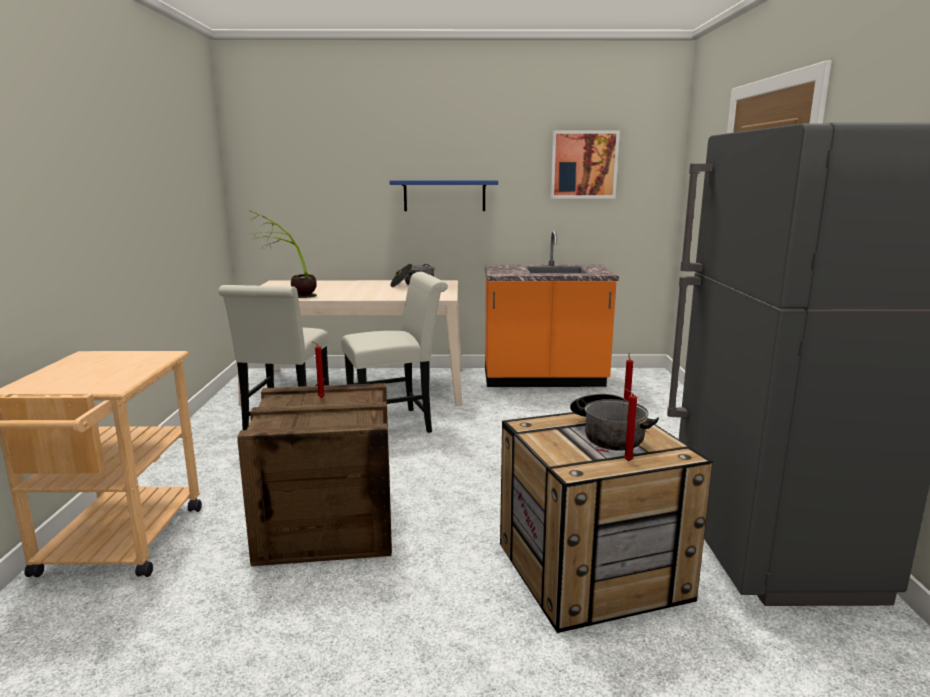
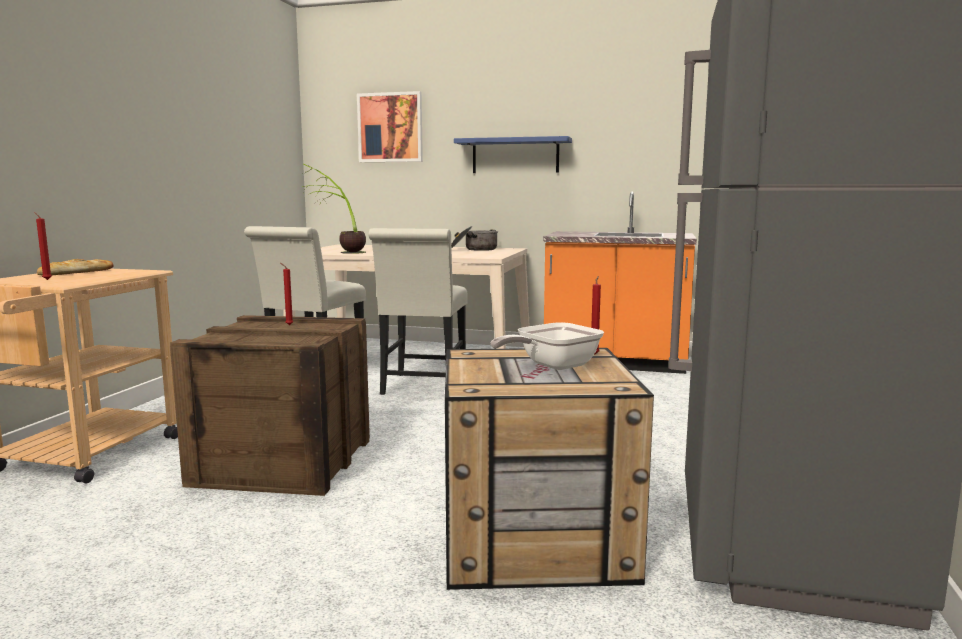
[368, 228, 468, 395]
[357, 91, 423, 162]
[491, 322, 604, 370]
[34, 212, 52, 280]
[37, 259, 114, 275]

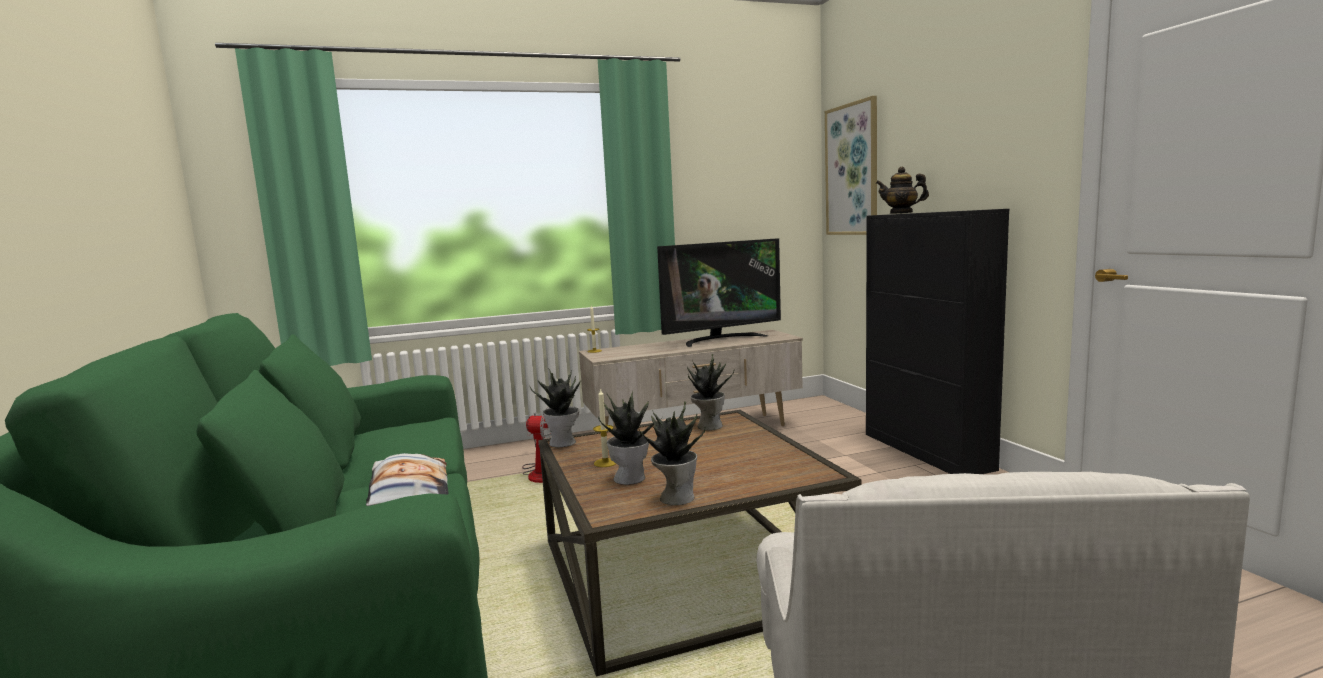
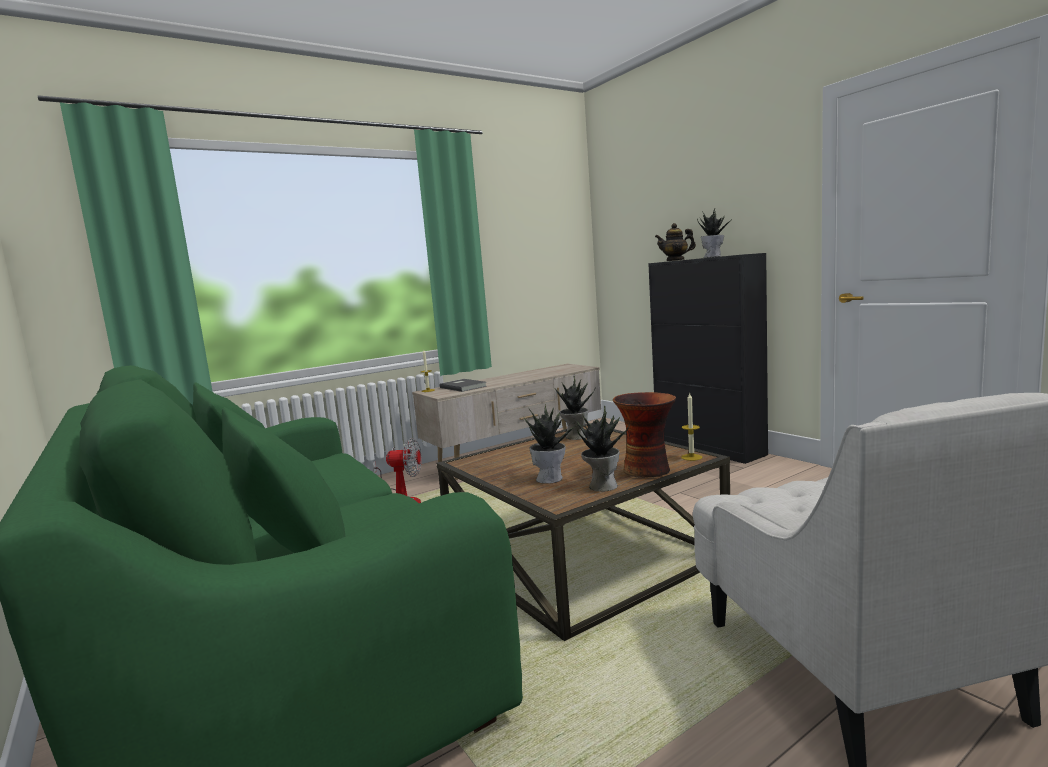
[366, 453, 448, 506] (first image)
[697, 208, 730, 258]
[681, 393, 702, 461]
[657, 238, 781, 347] (first image)
[825, 96, 877, 235] (first image)
[439, 379, 487, 392]
[613, 392, 676, 478]

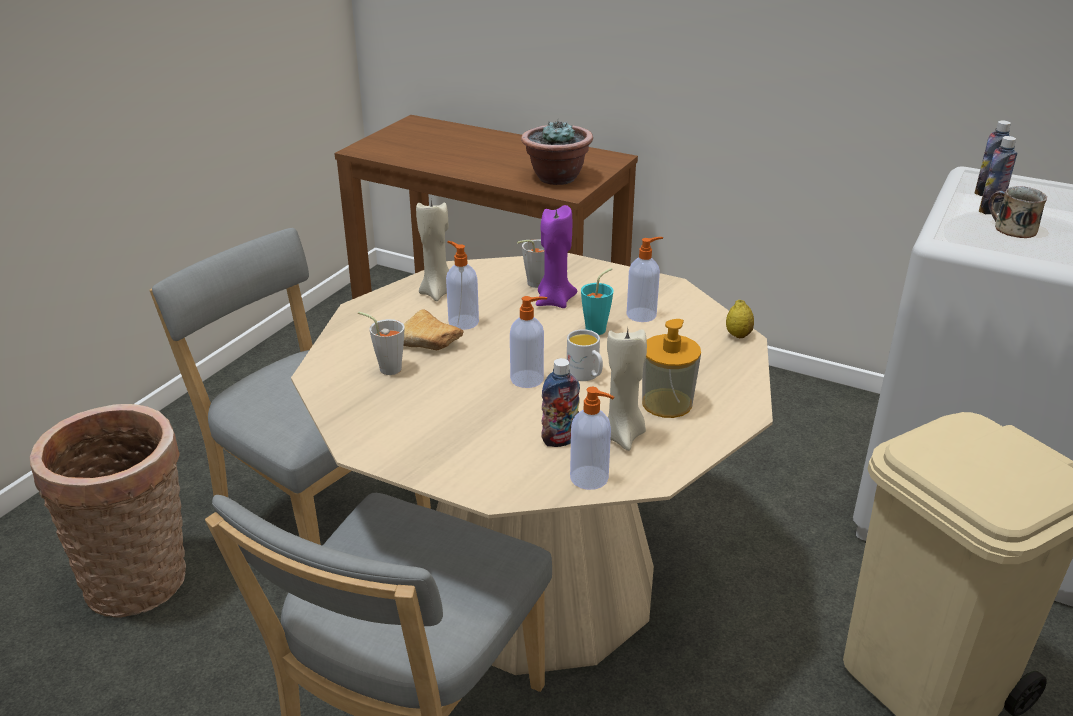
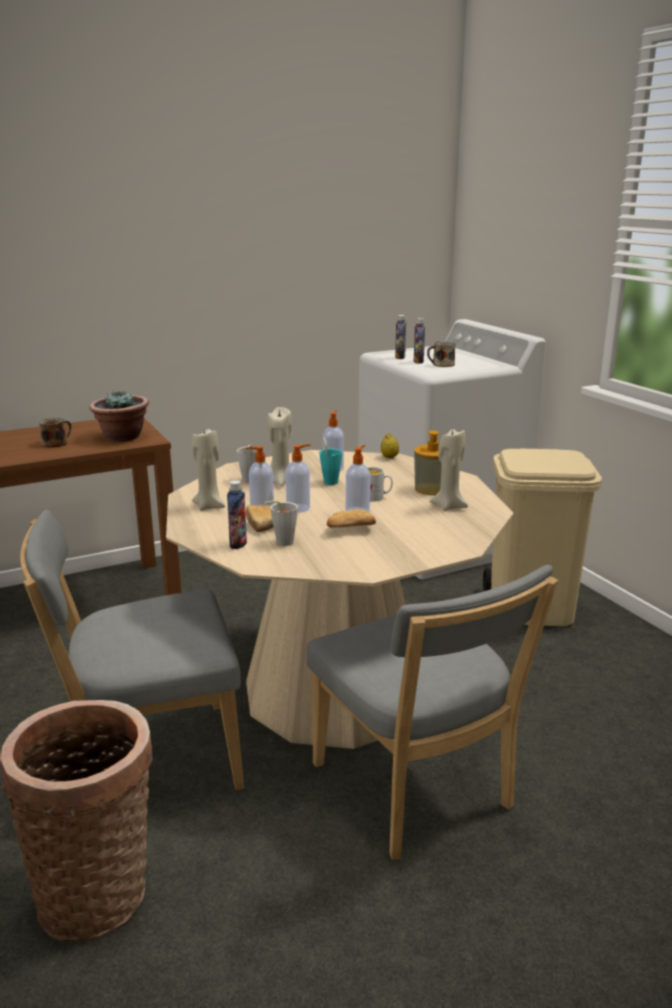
[268, 407, 291, 486]
[227, 480, 247, 549]
[285, 444, 311, 513]
[39, 418, 71, 448]
[327, 509, 376, 527]

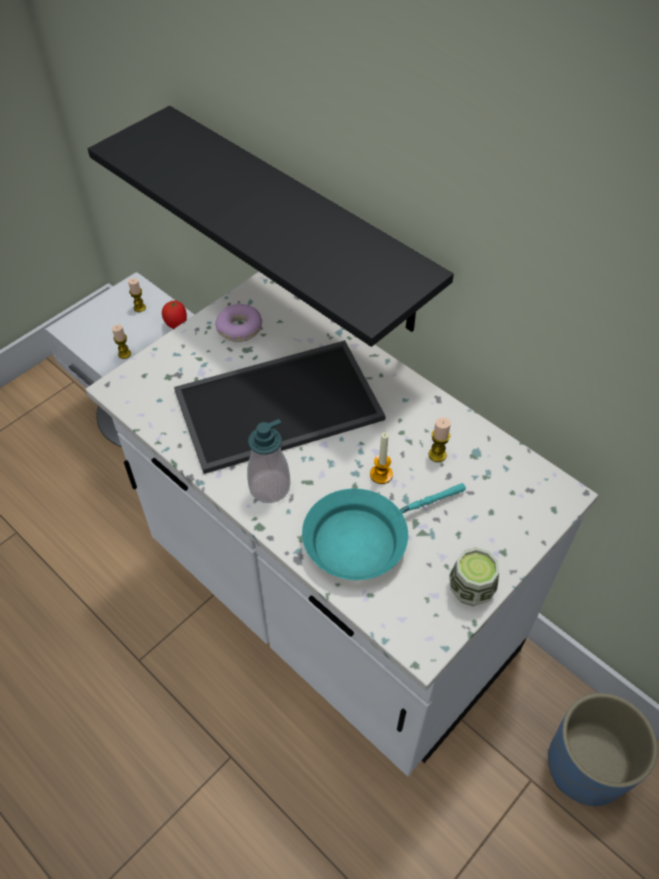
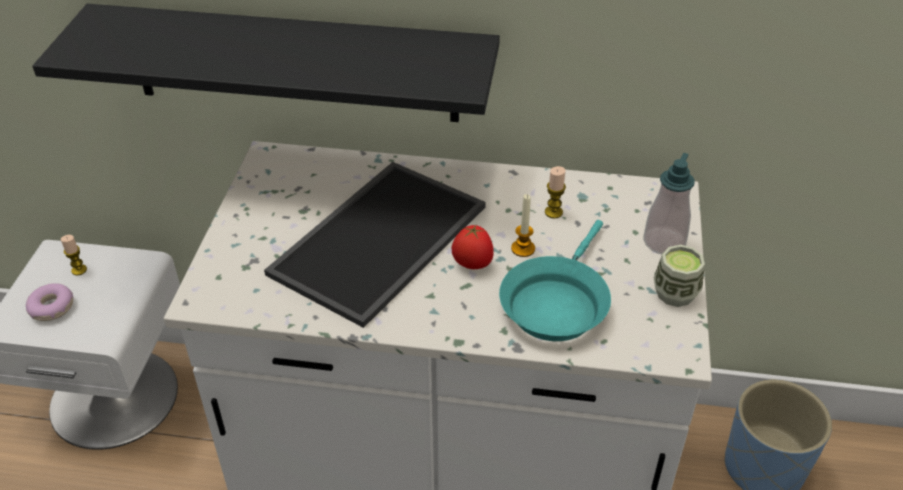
[112, 324, 131, 359] (first image)
[452, 225, 494, 269]
[26, 283, 74, 321]
[643, 153, 695, 254]

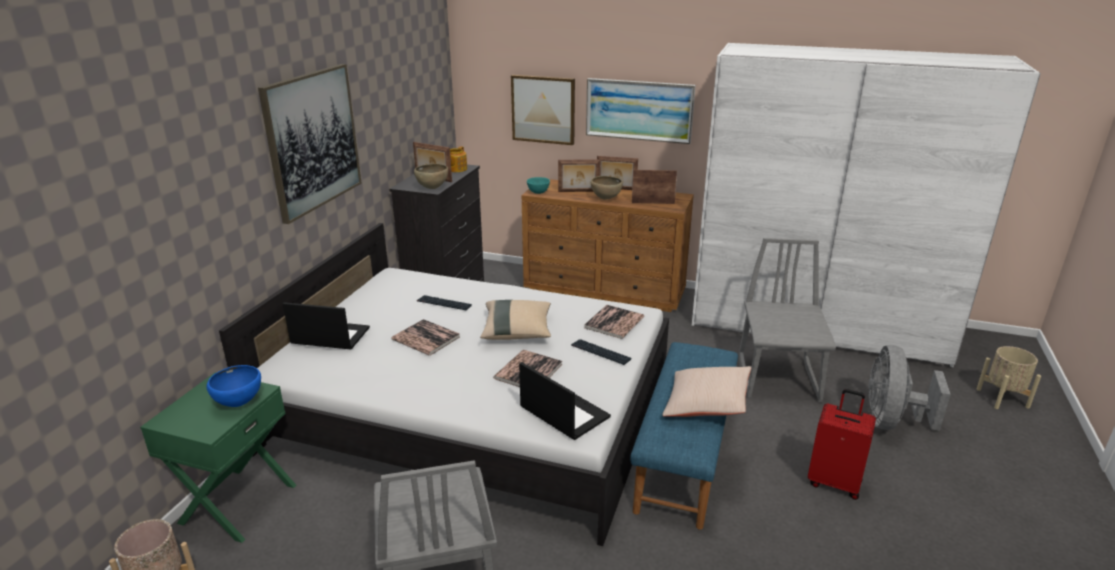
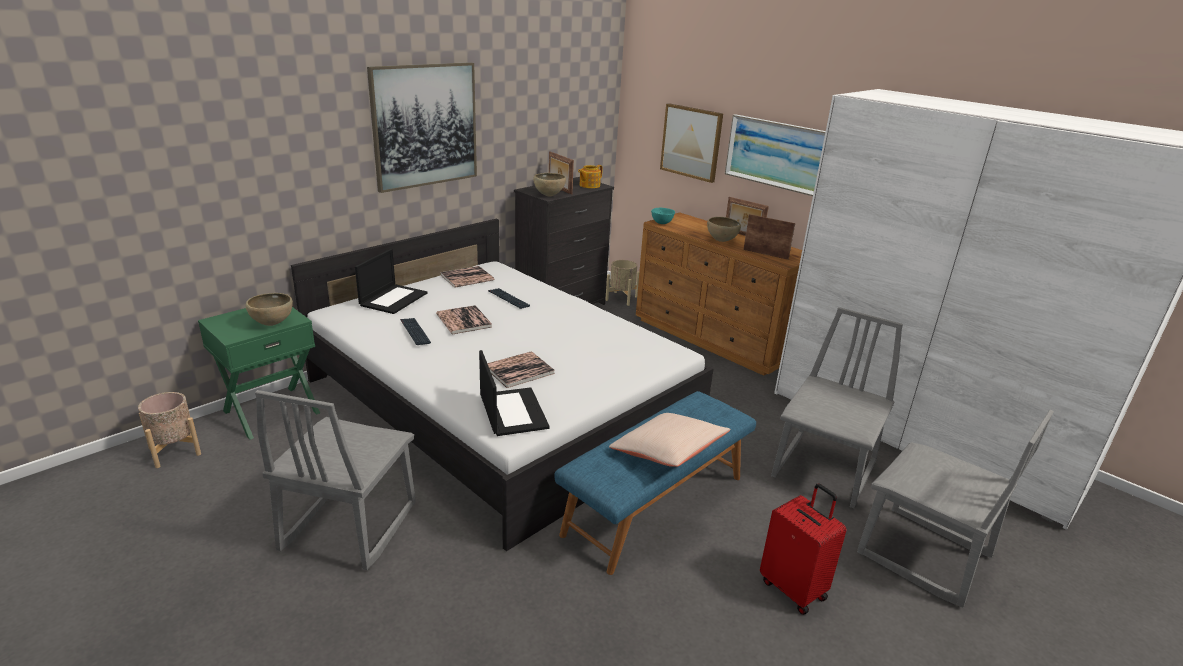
[246, 293, 293, 326]
[355, 249, 427, 314]
[480, 300, 551, 340] (first image)
[558, 159, 600, 192] (first image)
[400, 318, 431, 345]
[440, 266, 494, 288]
[857, 410, 1054, 608]
[605, 260, 639, 306]

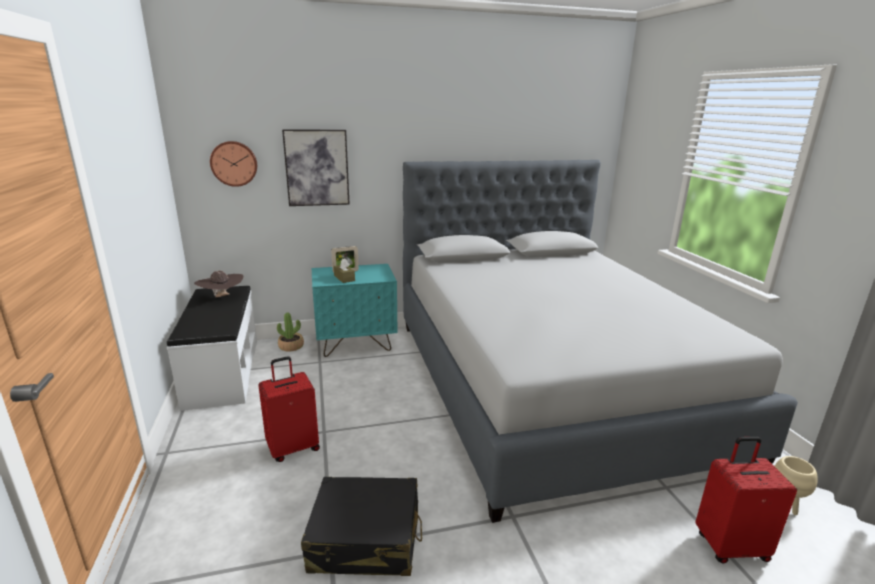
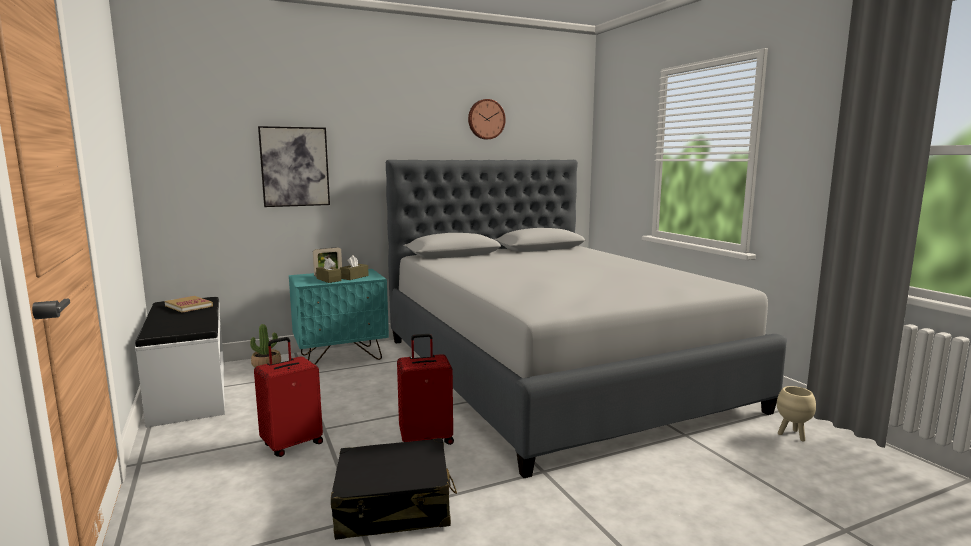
[165, 296, 213, 313]
[468, 99, 506, 139]
[397, 334, 454, 445]
[340, 255, 369, 280]

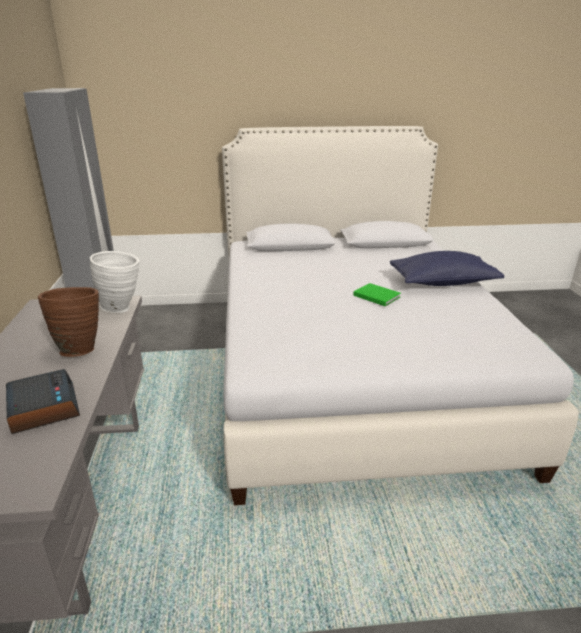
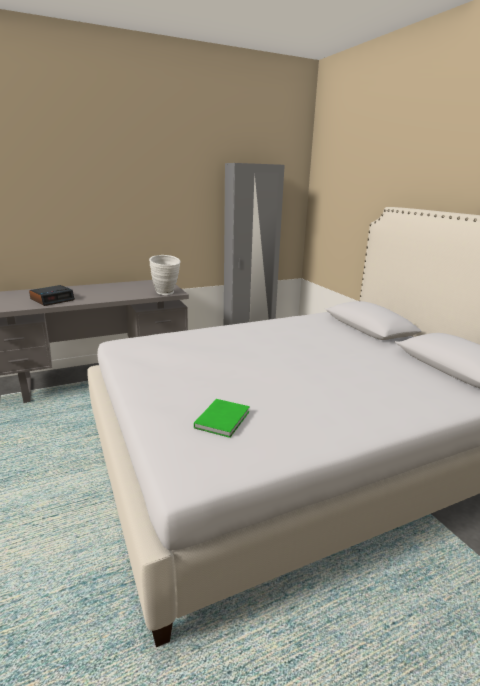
[38, 287, 99, 357] (first image)
[194, 399, 250, 438]
[390, 251, 504, 286] (first image)

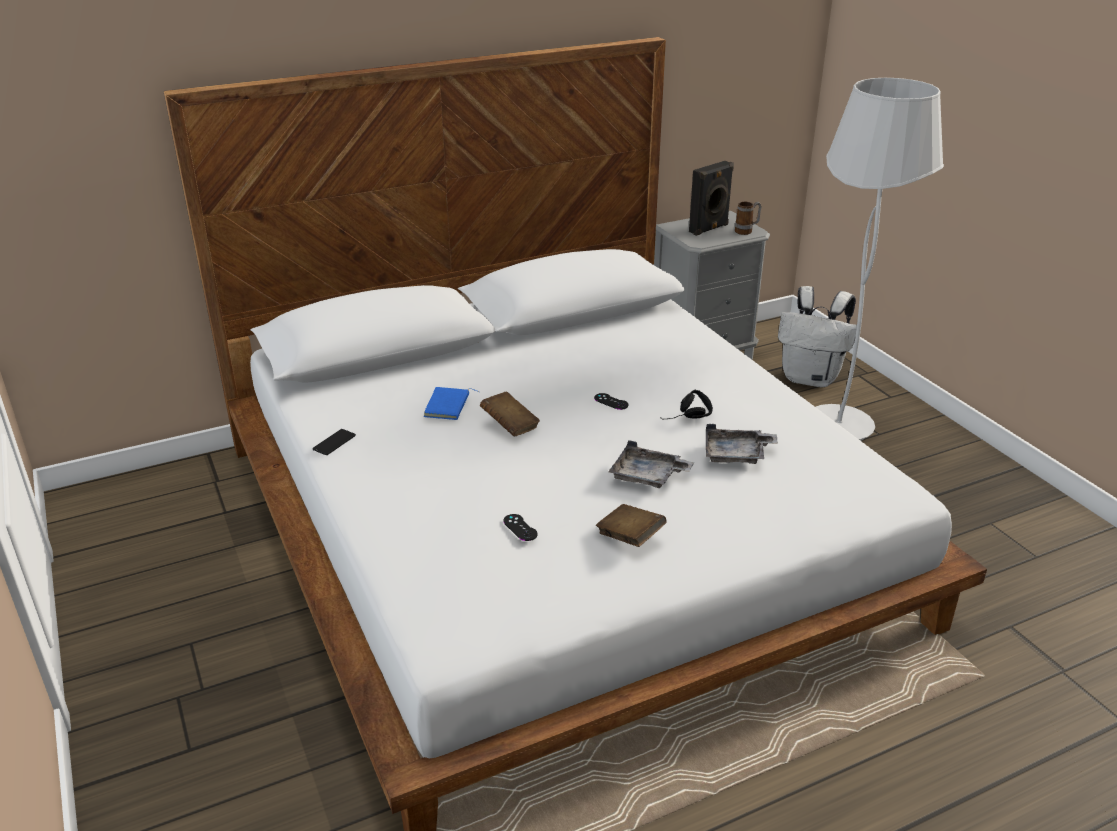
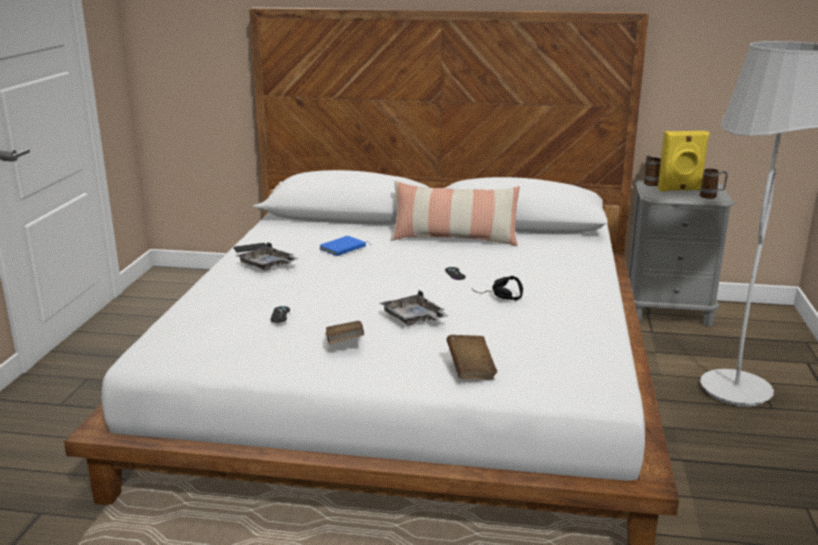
[446, 335, 497, 380]
[658, 131, 710, 191]
[236, 242, 299, 271]
[778, 286, 857, 387] (first image)
[391, 181, 520, 246]
[644, 155, 661, 186]

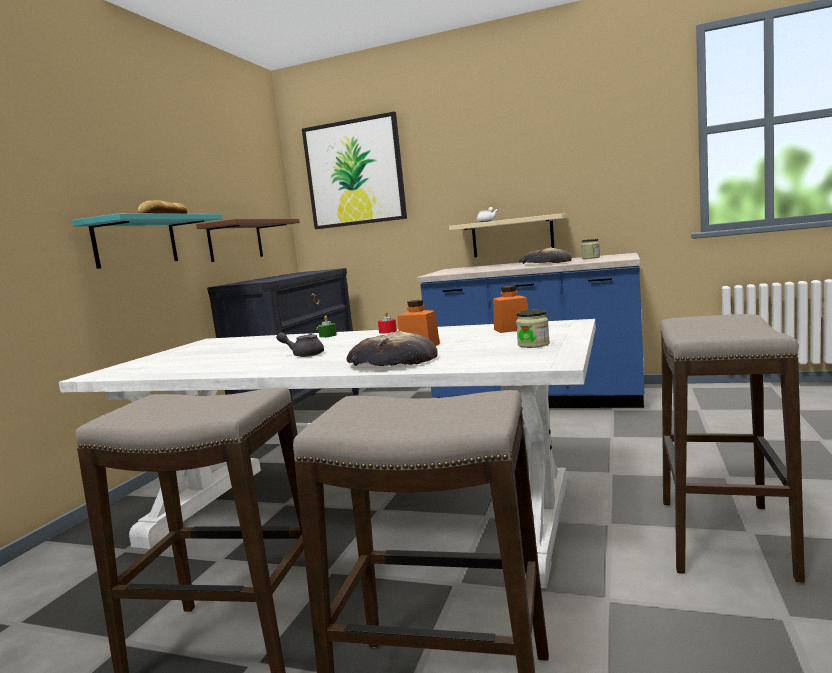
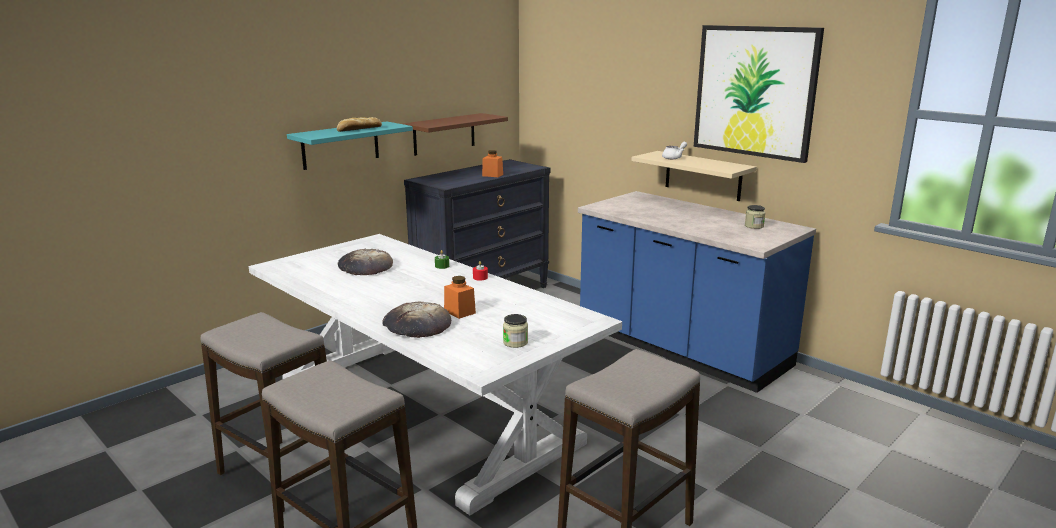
[276, 332, 324, 357] (first image)
[694, 25, 824, 163]
[482, 150, 503, 177]
[338, 249, 393, 275]

